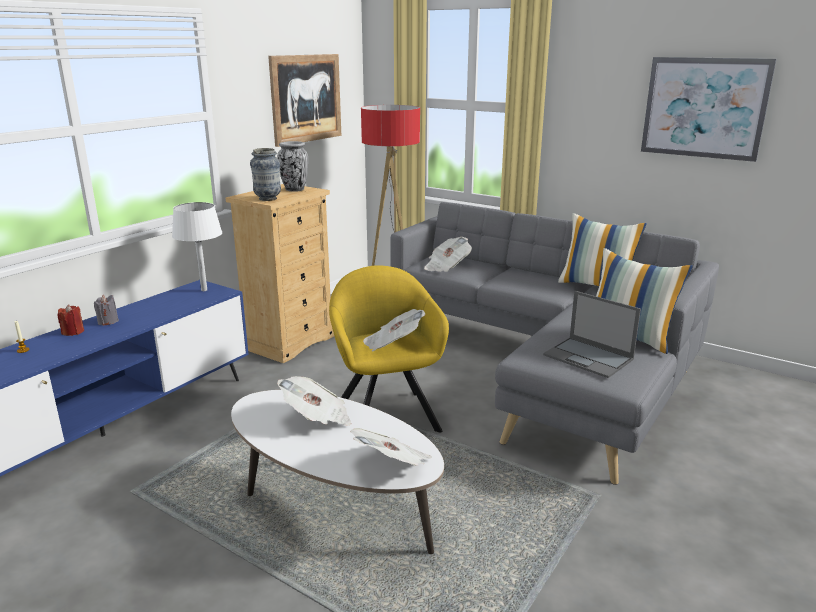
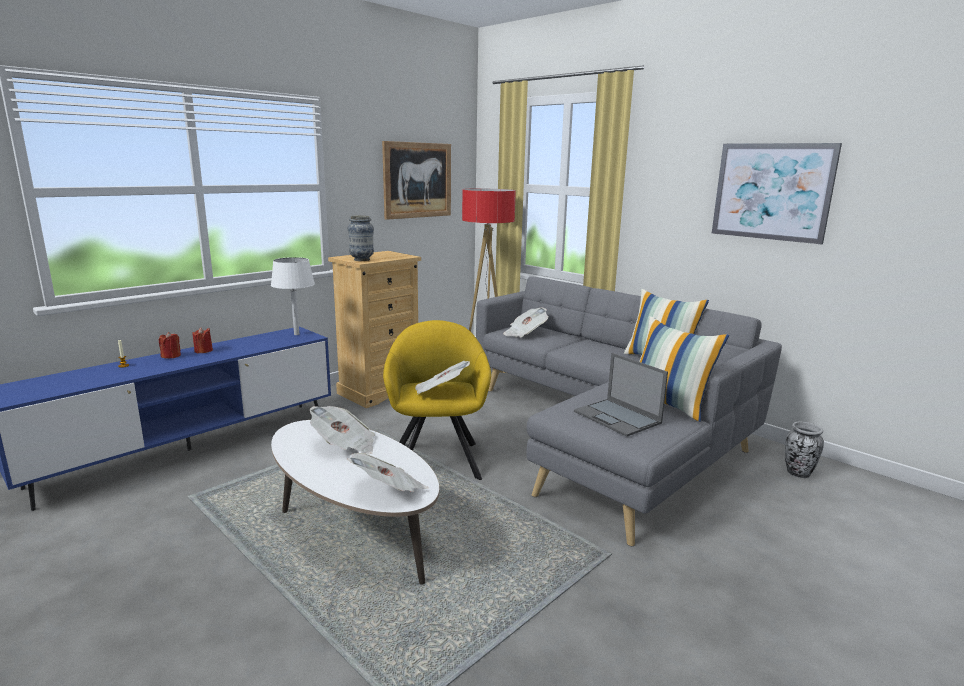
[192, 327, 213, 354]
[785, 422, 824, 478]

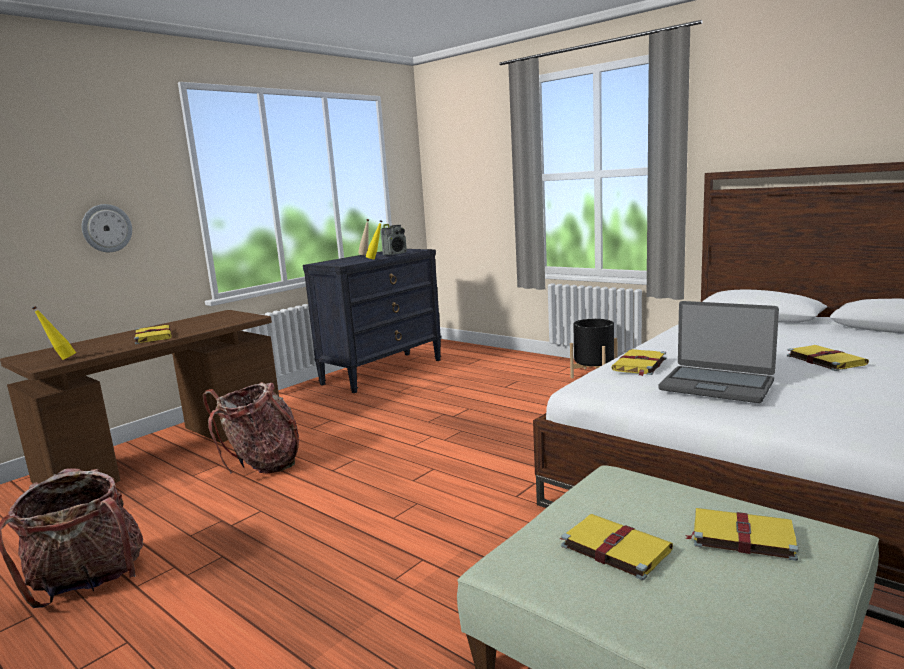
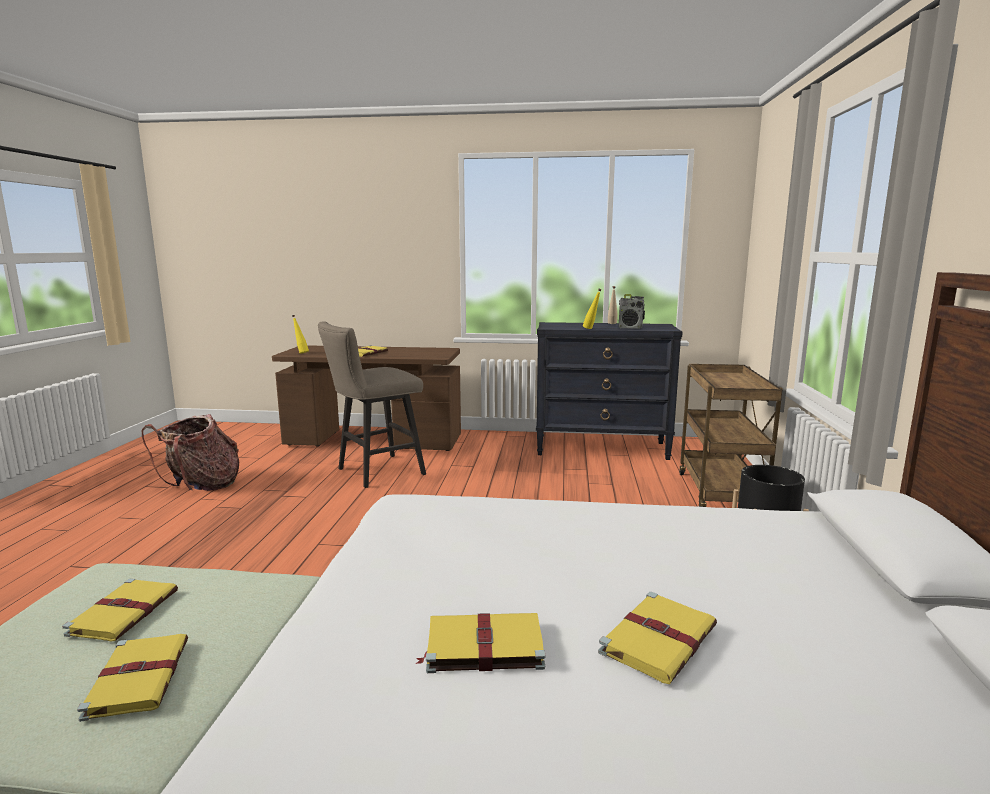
[82, 204, 132, 252] (first image)
[318, 321, 426, 488]
[416, 613, 546, 673]
[659, 301, 779, 403] (first image)
[679, 364, 783, 507]

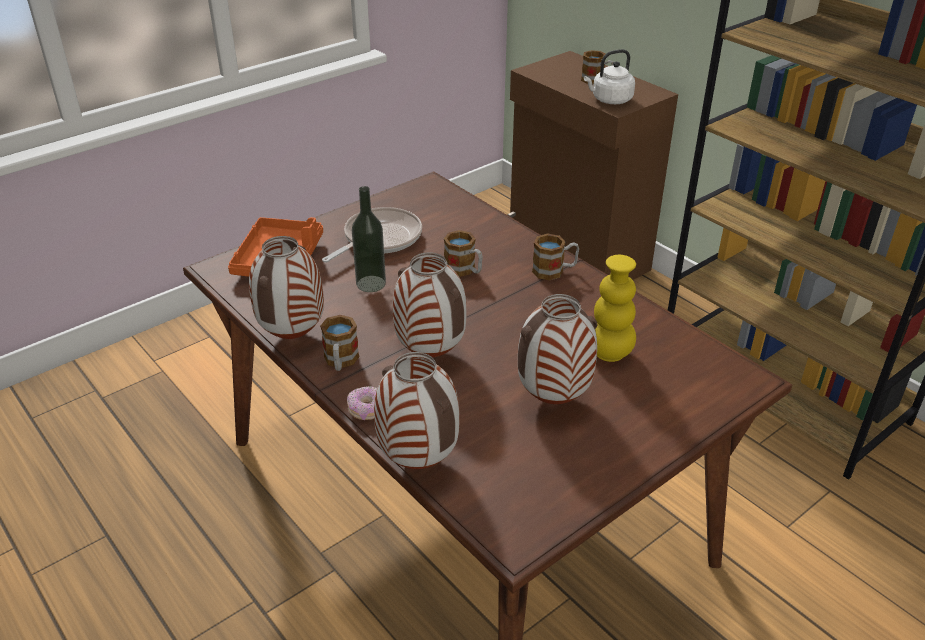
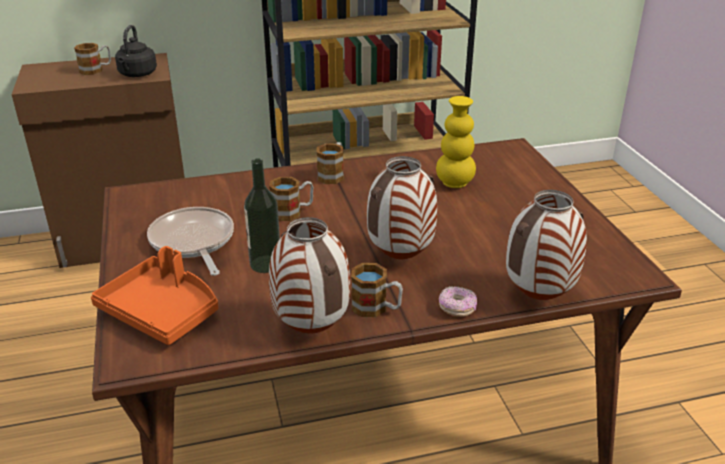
[518, 294, 597, 404] (first image)
[115, 25, 157, 77]

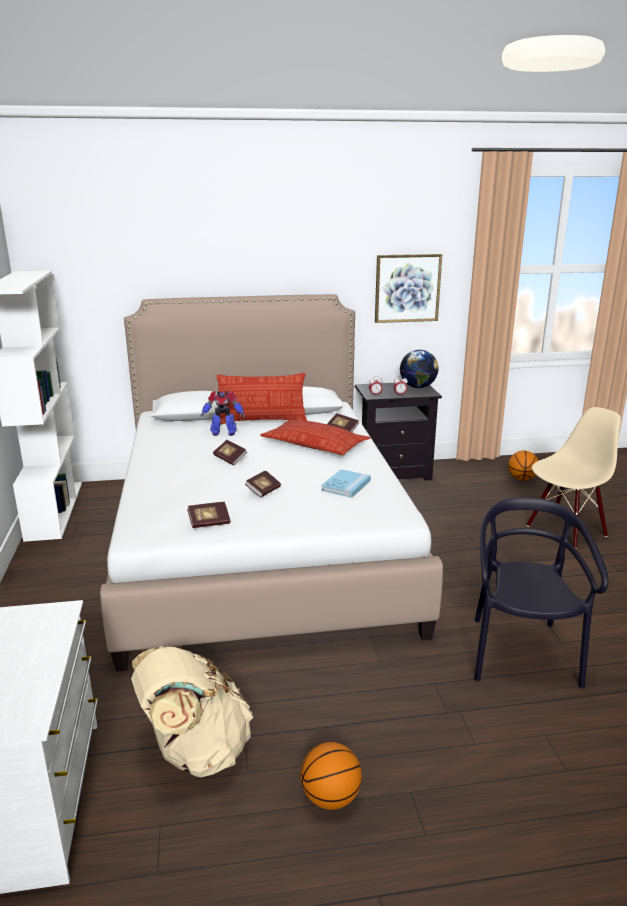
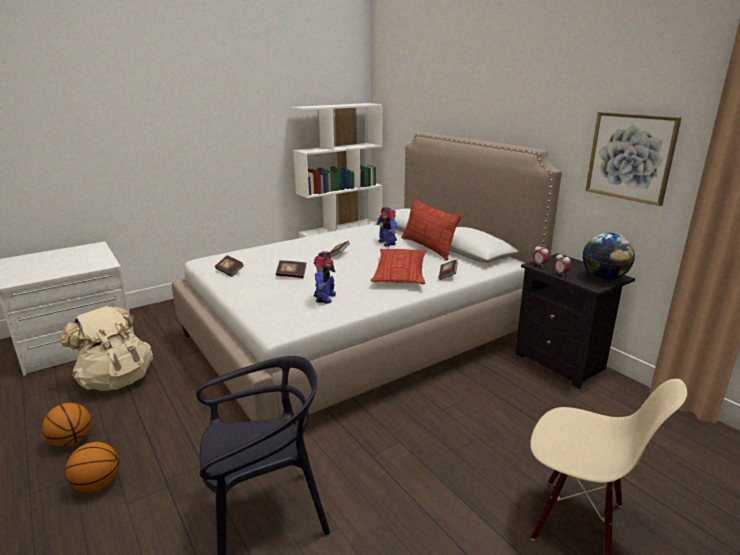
[314, 251, 336, 304]
[65, 442, 119, 492]

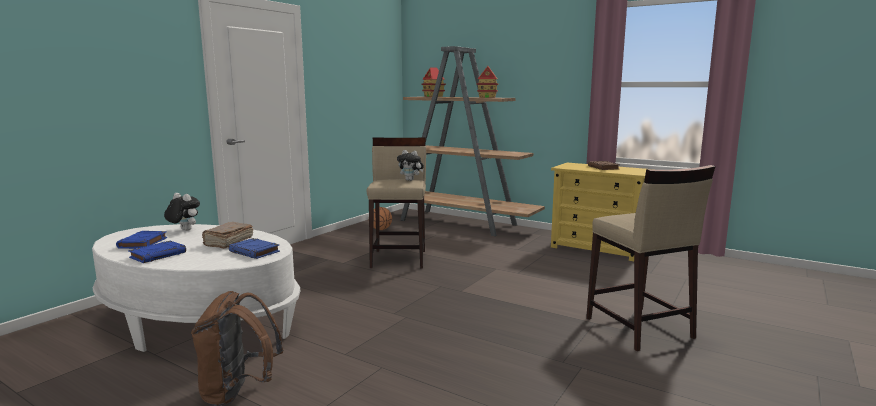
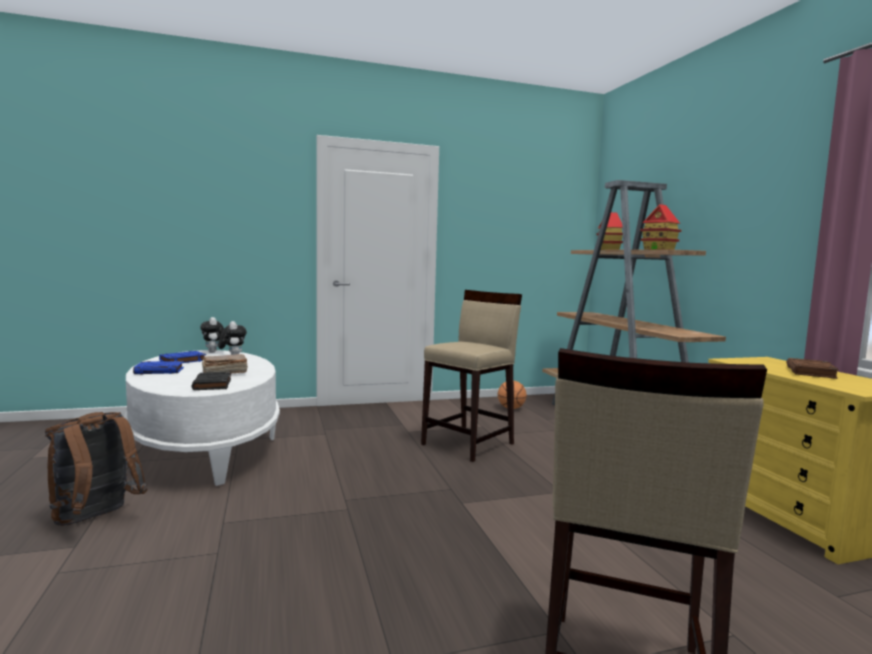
[192, 372, 231, 390]
[200, 317, 224, 353]

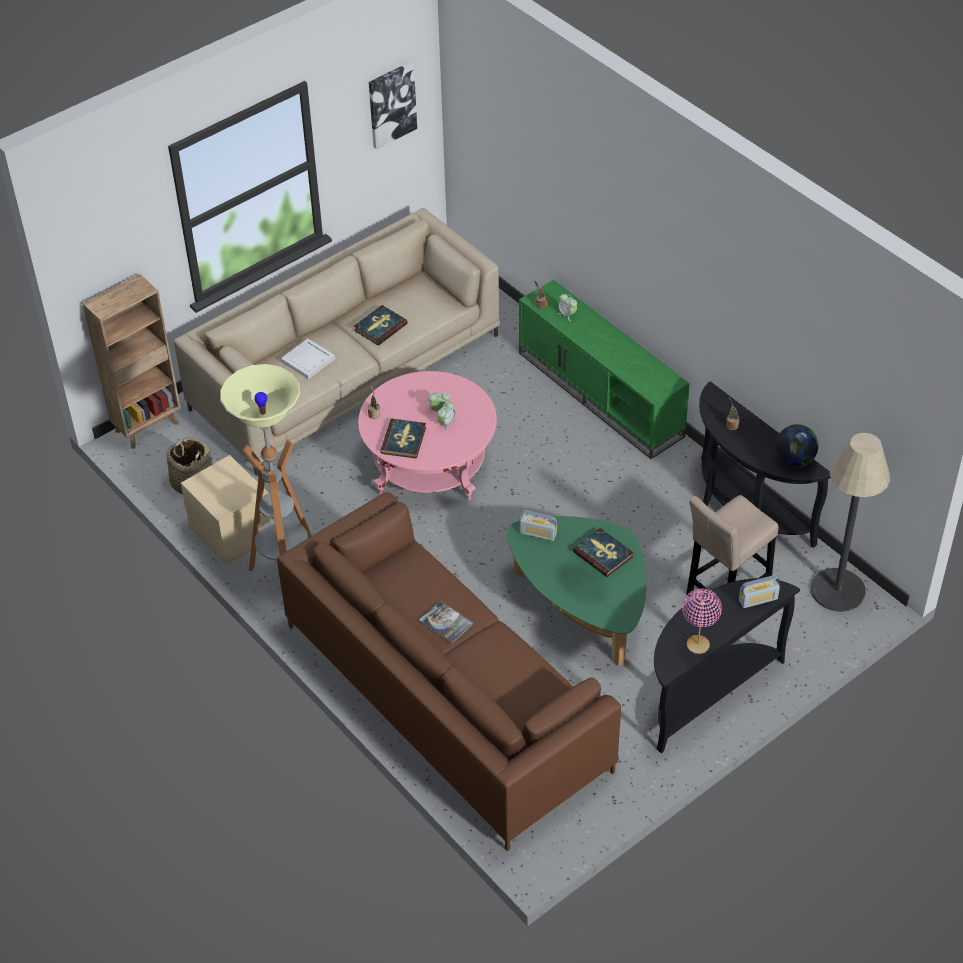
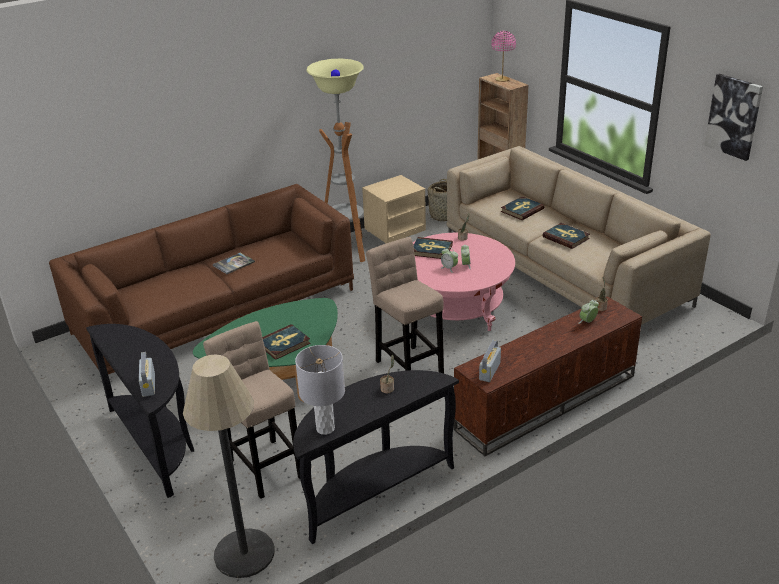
[501, 196, 544, 220]
[454, 296, 642, 456]
[479, 340, 501, 382]
[491, 31, 516, 82]
[295, 345, 345, 435]
[366, 237, 444, 373]

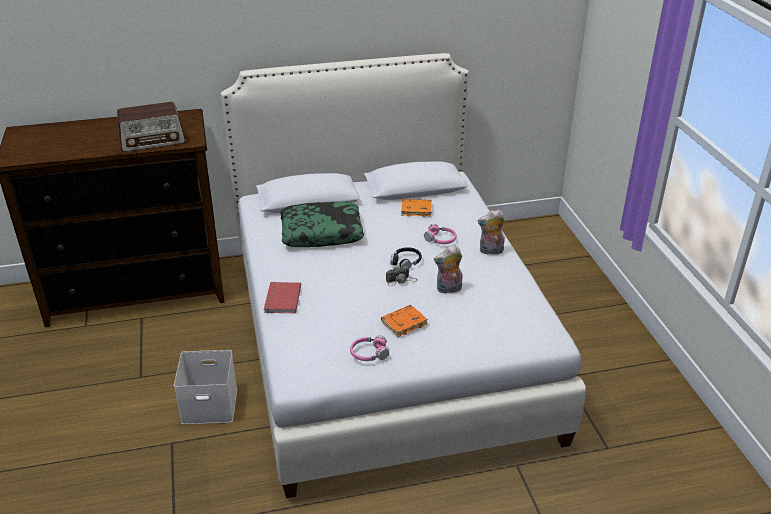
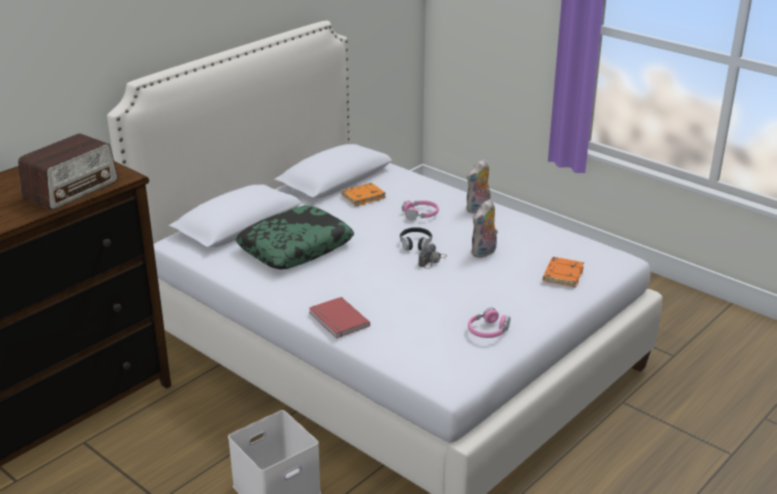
[543, 257, 584, 288]

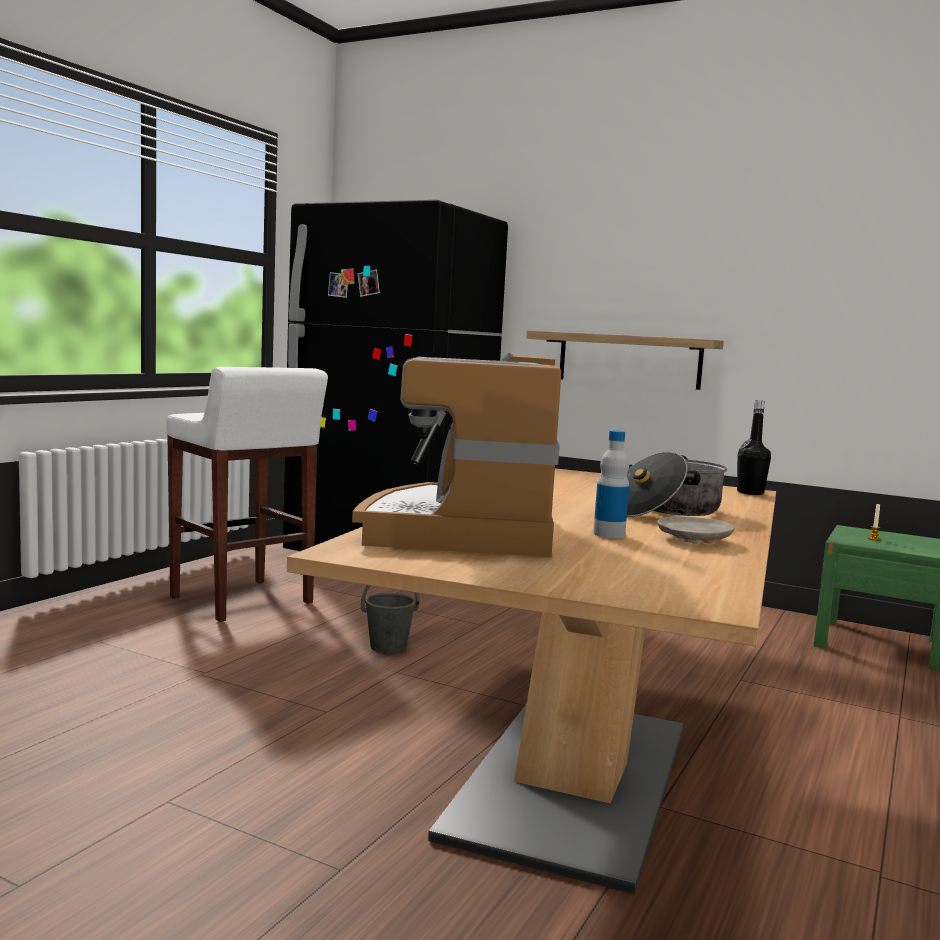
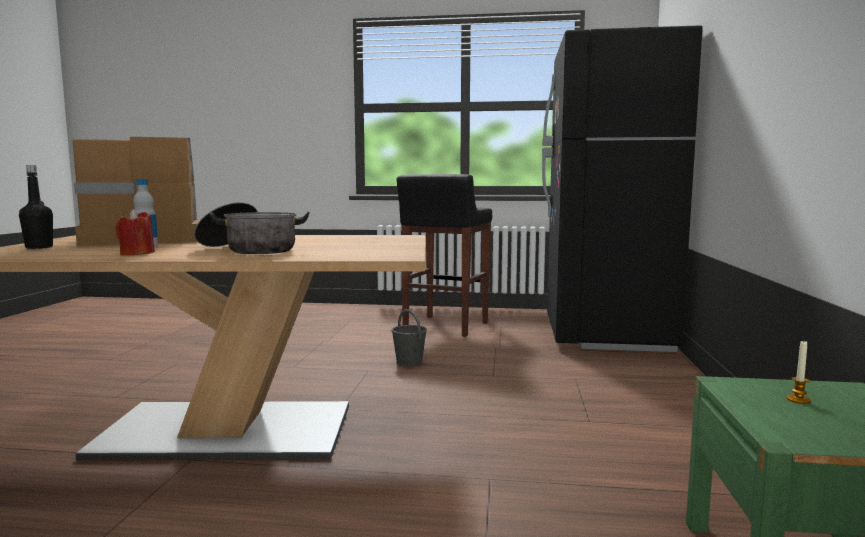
[397, 174, 492, 337]
[527, 330, 724, 390] (first image)
[116, 209, 155, 255]
[19, 165, 53, 249]

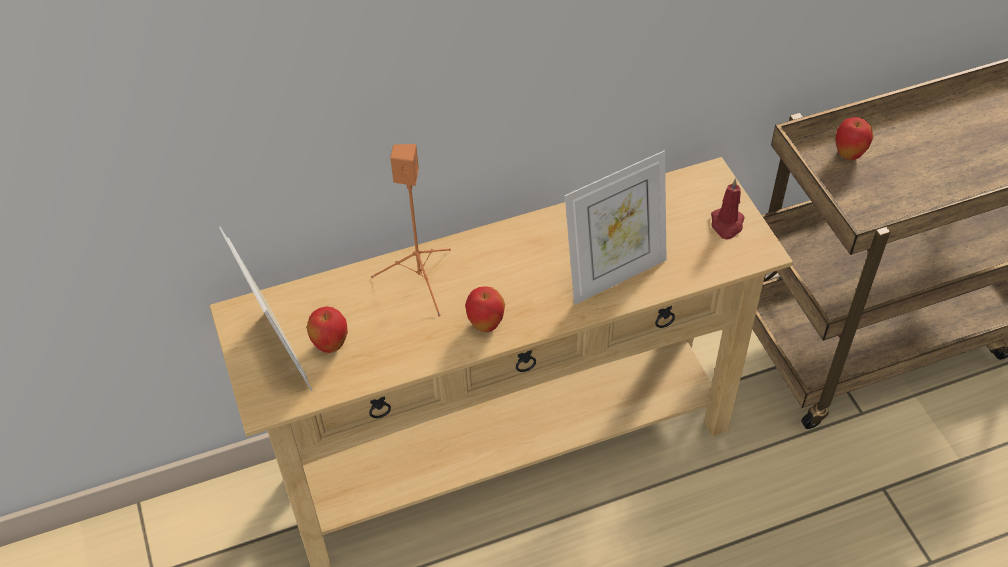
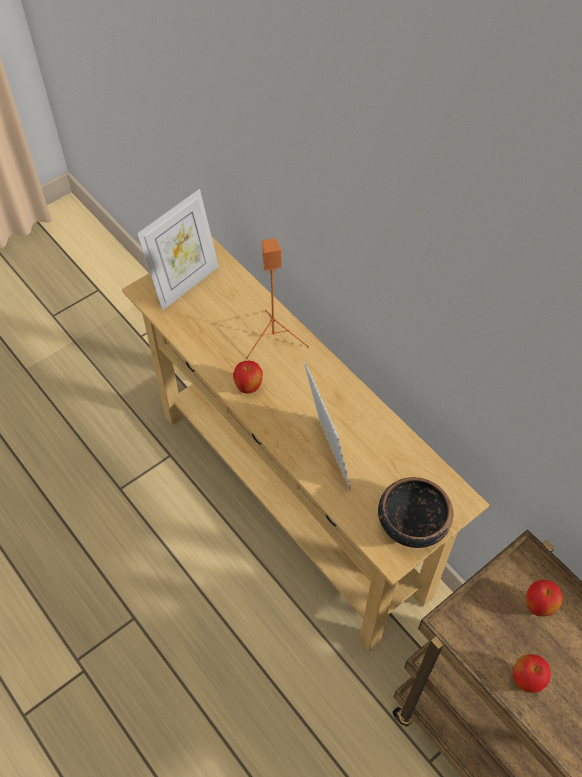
[513, 654, 551, 693]
[304, 361, 351, 491]
[378, 477, 453, 548]

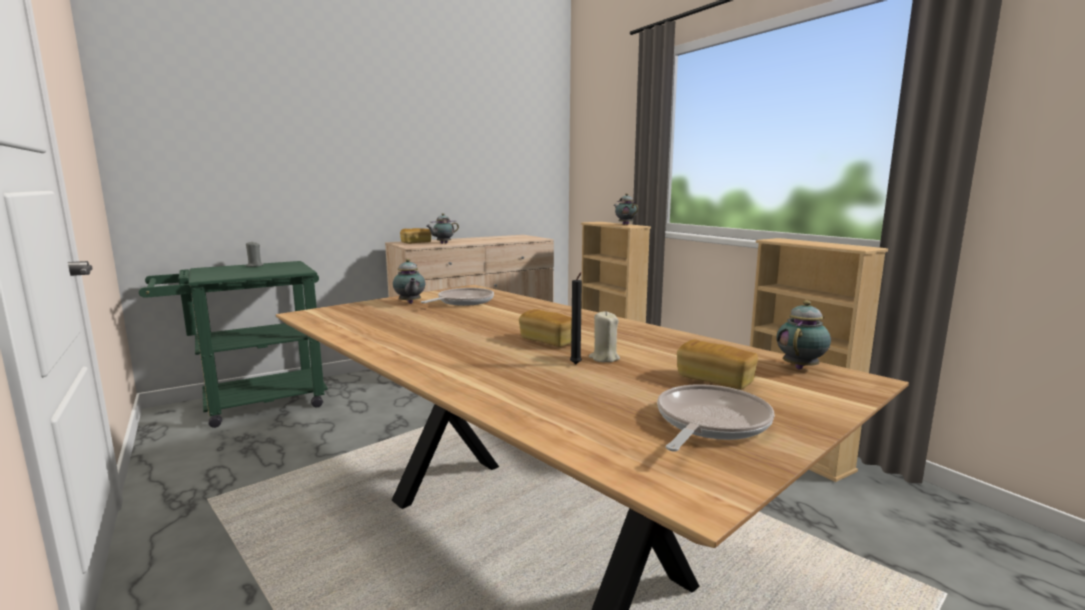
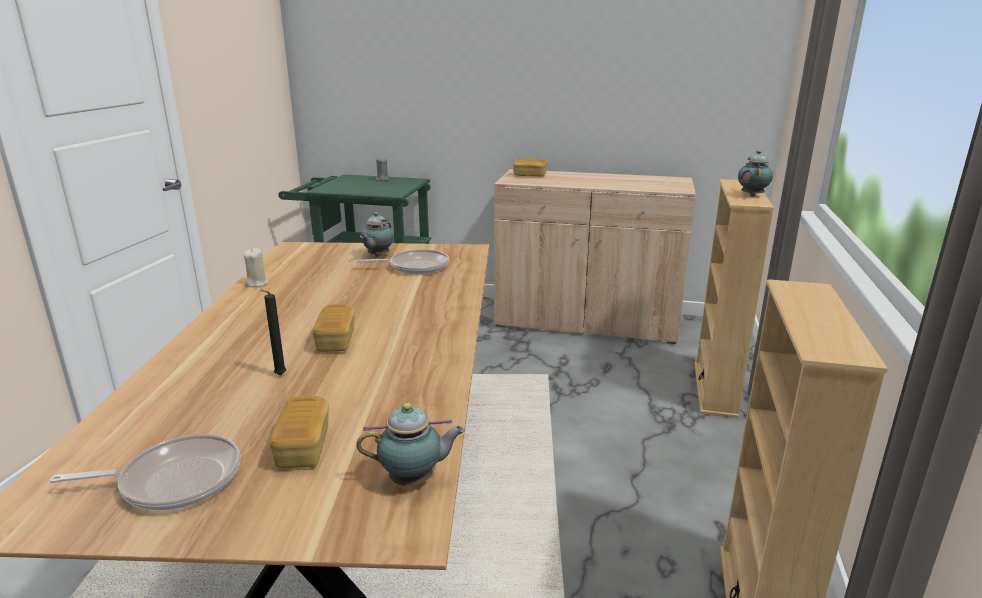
[426, 213, 459, 244] (first image)
[244, 248, 268, 287]

